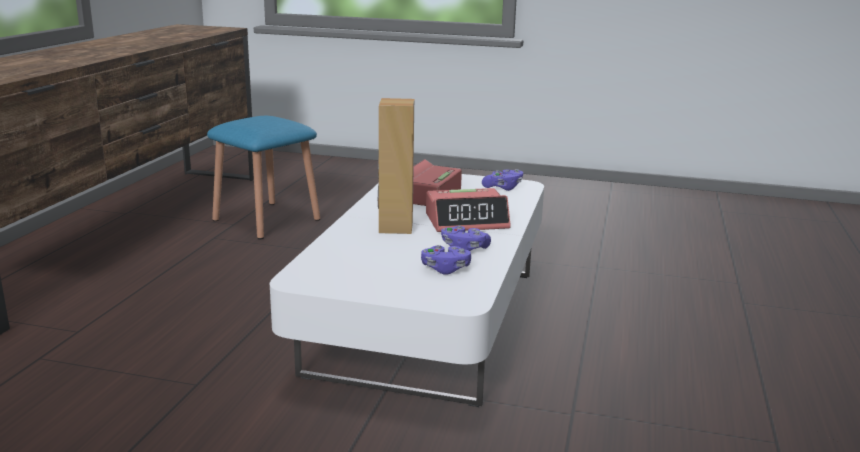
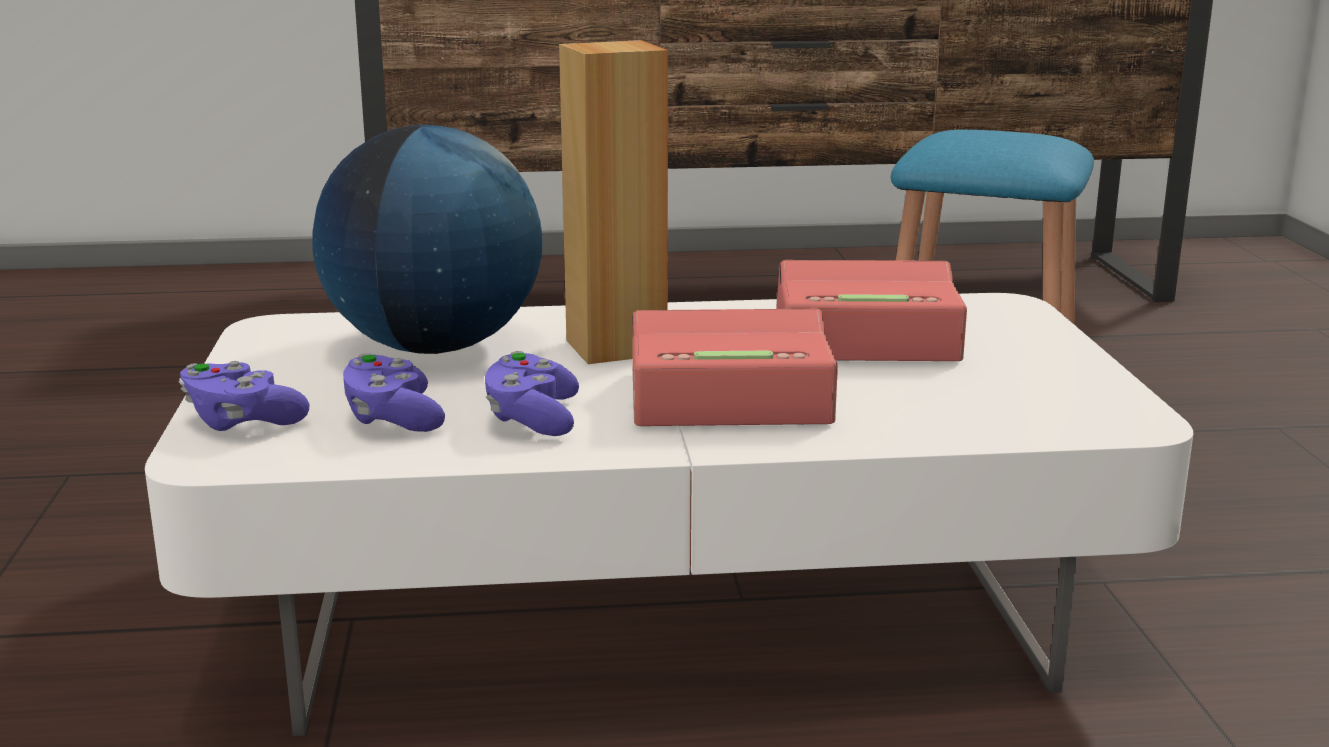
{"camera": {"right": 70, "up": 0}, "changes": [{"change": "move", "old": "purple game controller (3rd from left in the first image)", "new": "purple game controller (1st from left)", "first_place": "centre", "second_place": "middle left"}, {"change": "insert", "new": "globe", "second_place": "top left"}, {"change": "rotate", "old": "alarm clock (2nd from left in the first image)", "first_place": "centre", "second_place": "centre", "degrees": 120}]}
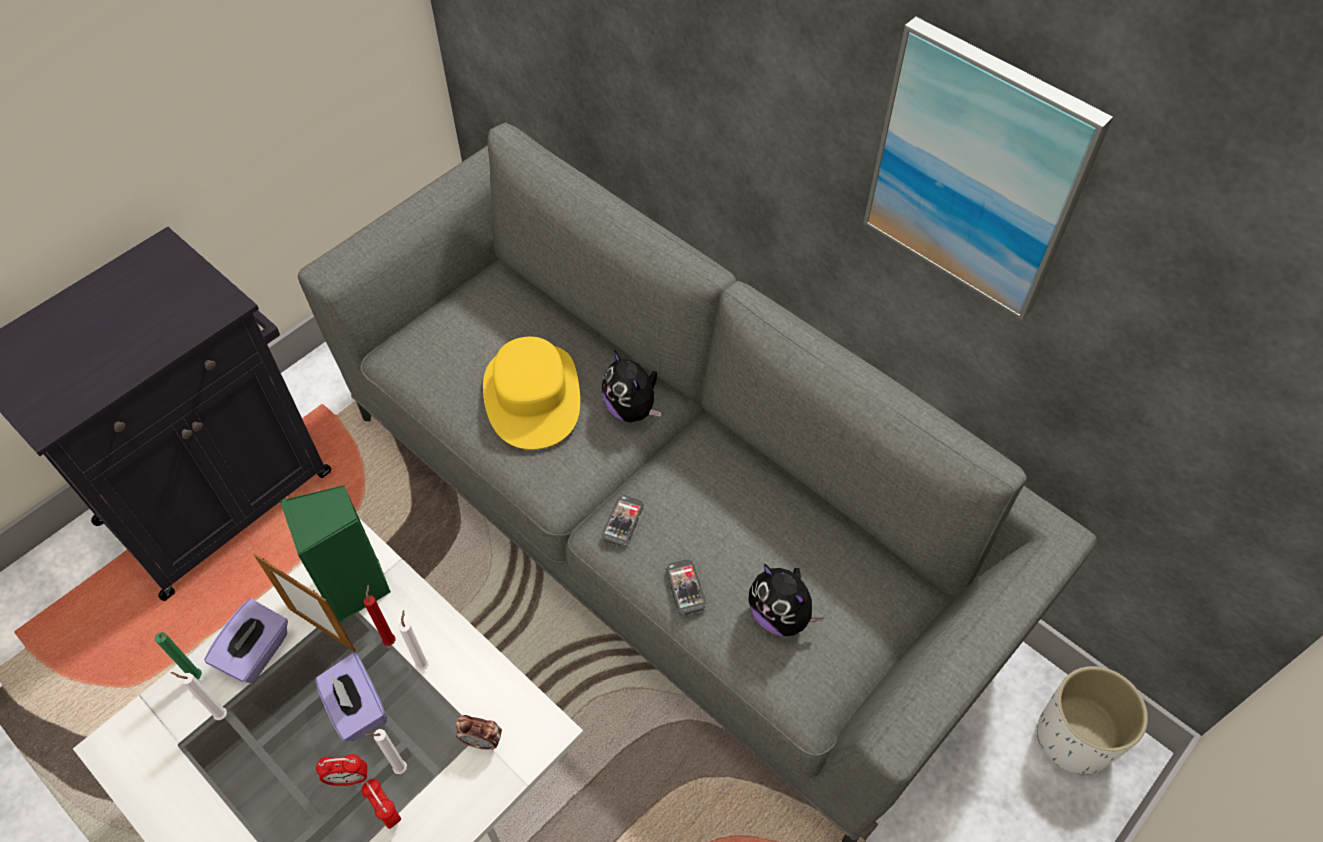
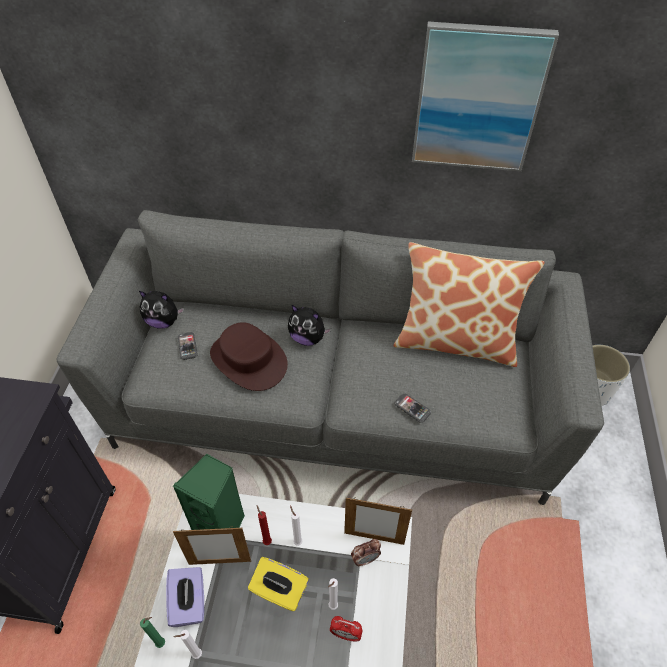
{"camera": {"right": -35, "up": -5}, "changes": [{"change": "move", "old": "plush toy (2nd from left in the first image)", "new": "plush toy (1st from left)", "first_place": "bottom centre", "second_place": "middle left"}, {"change": "move", "old": "phone (1st from left)", "first_place": "centre", "second_place": "middle left"}, {"change": "recolor", "old": "yellow hat", "new": "brown hat", "first_place": "centre", "second_place": "centre"}, {"change": "recolor", "old": "purple tissue box (2nd from left)", "new": "yellow tissue box", "first_place": "bottom left", "second_place": "bottom centre"}, {"change": "insert", "new": "picture frame (2nd from left)", "second_place": "bottom centre"}, {"change": "insert", "new": "pillow", "second_place": "middle right"}, {"change": "delete", "old": "alarm clock (1st from left)", "first_place": "bottom left"}]}
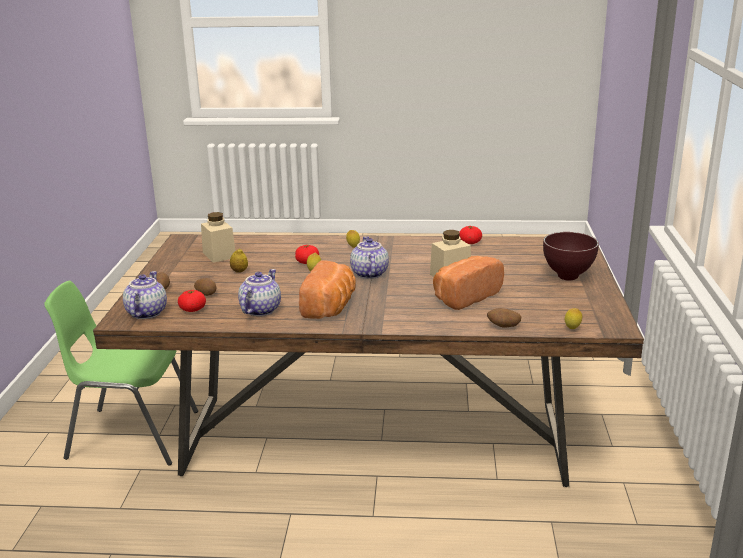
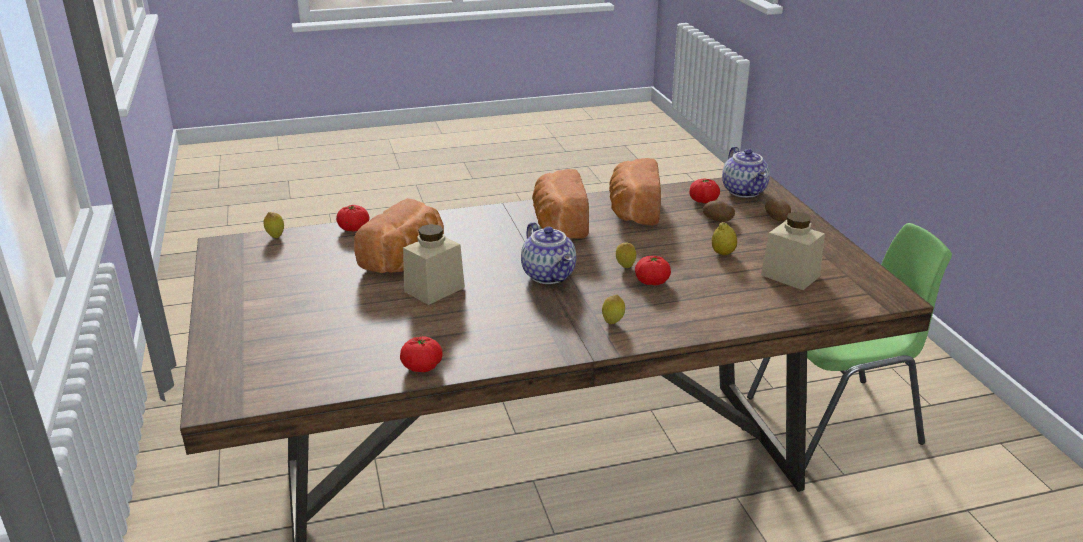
{"camera": {"right": 160, "up": 5}, "changes": [{"change": "replace", "old": "potato (3rd from left)", "new": "tomato (1st from left)", "first_place": "middle right", "second_place": "middle left"}, {"change": "replace", "old": "teapot (2nd from left)", "new": "bread (3rd from left)", "first_place": "centre", "second_place": "centre"}, {"change": "delete", "old": "brown bowl", "first_place": "middle right"}]}
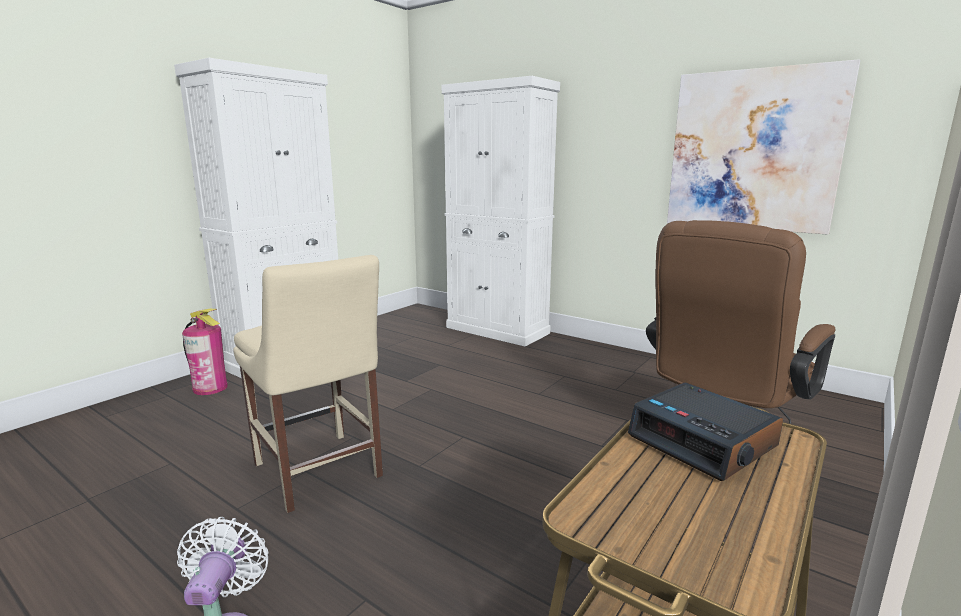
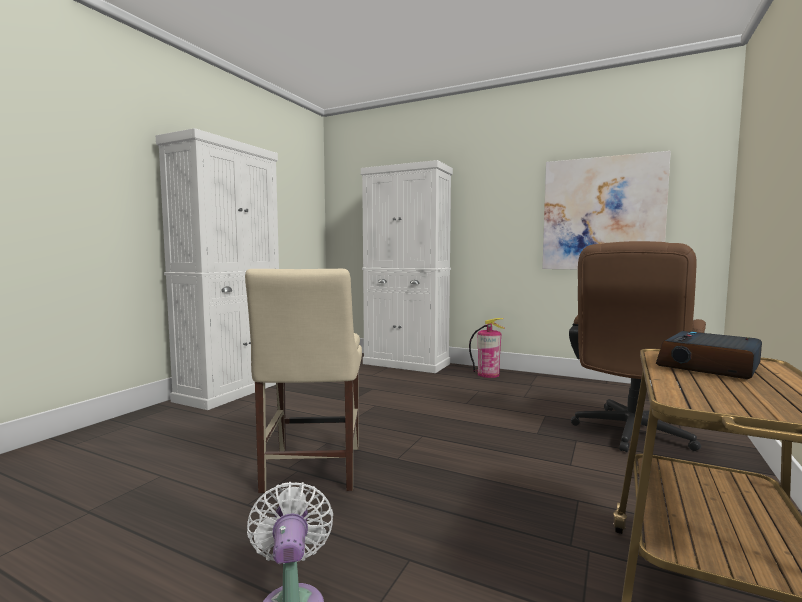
{"camera": {"right": -10, "up": -10}, "changes": [{"change": "rotate", "old": "beige chair", "first_place": "middle left", "second_place": "centre", "degrees": 45}, {"change": "move", "old": "fire extinguisher", "first_place": "middle left", "second_place": "centre"}, {"change": "rotate", "old": "alarm clock", "first_place": "bottom right", "second_place": "middle right", "degrees": 90}]}
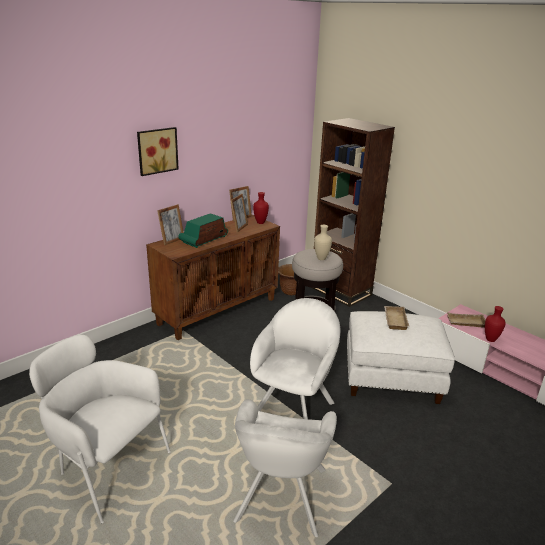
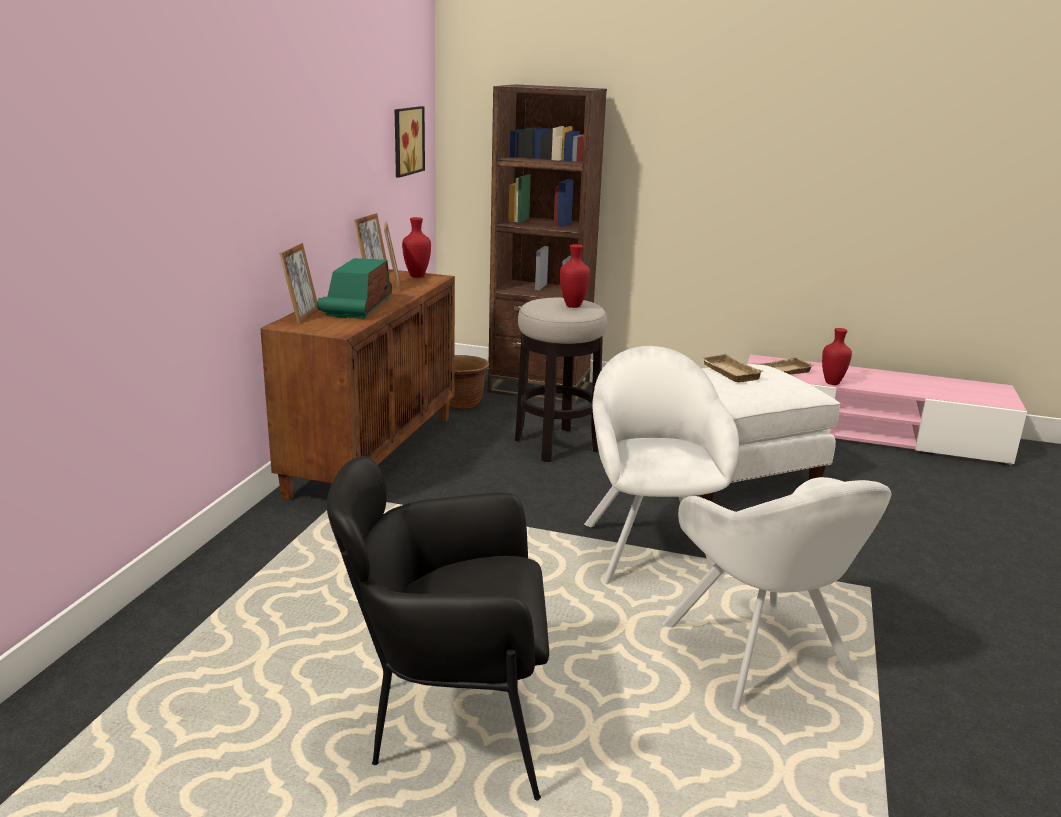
{"camera": {"right": -30, "up": -5}, "changes": [{"change": "recolor", "old": "white armchair (1st from left)", "new": "black armchair", "first_place": "bottom left", "second_place": "bottom centre"}, {"change": "move", "old": "picture", "first_place": "top left", "second_place": "top centre"}, {"change": "recolor", "old": "beige vase", "new": "red vase (2nd from left)", "first_place": "centre", "second_place": "centre"}]}
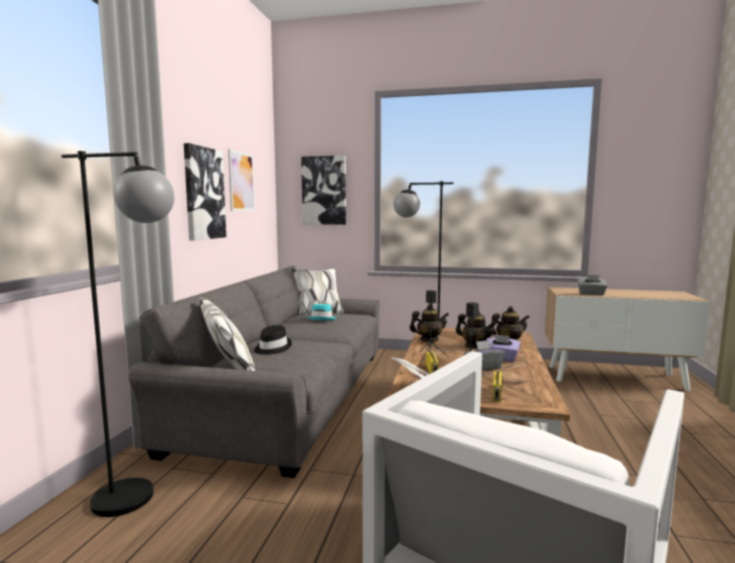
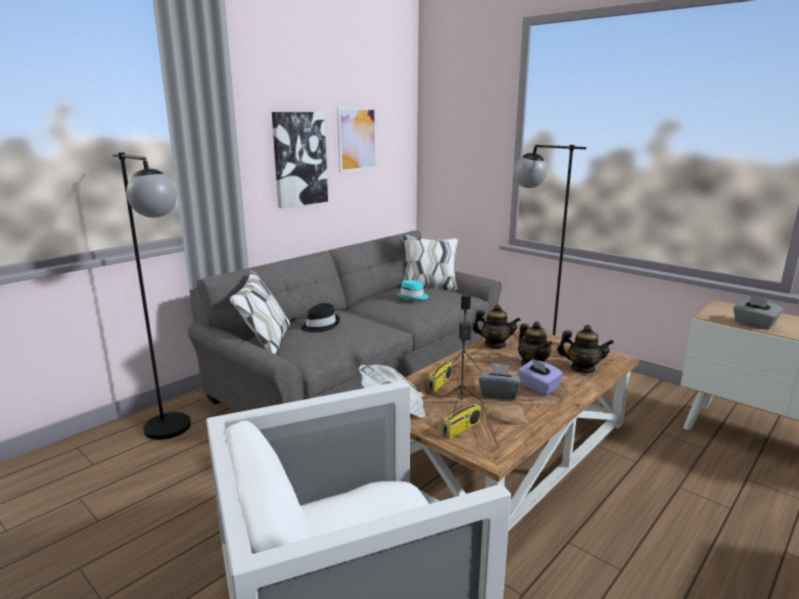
{"camera": {"right": 30, "up": 10}, "changes": [{"change": "delete", "old": "picture (3rd from left)", "first_place": "centre"}]}
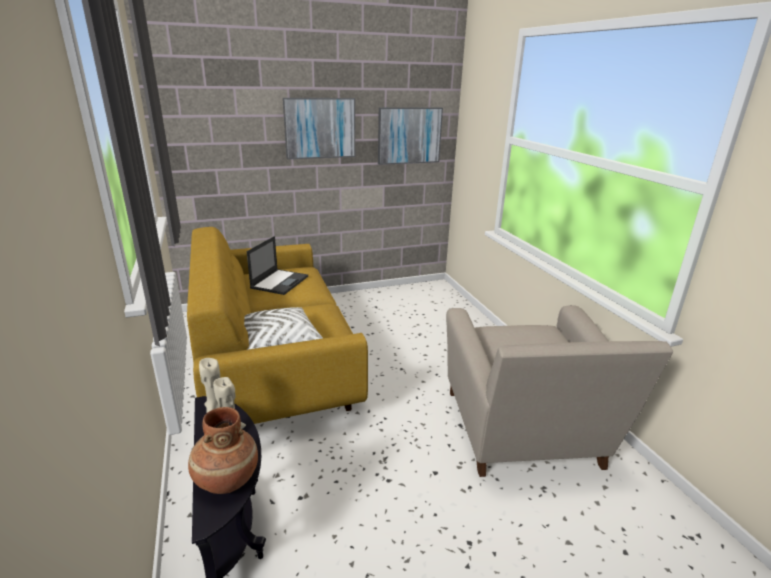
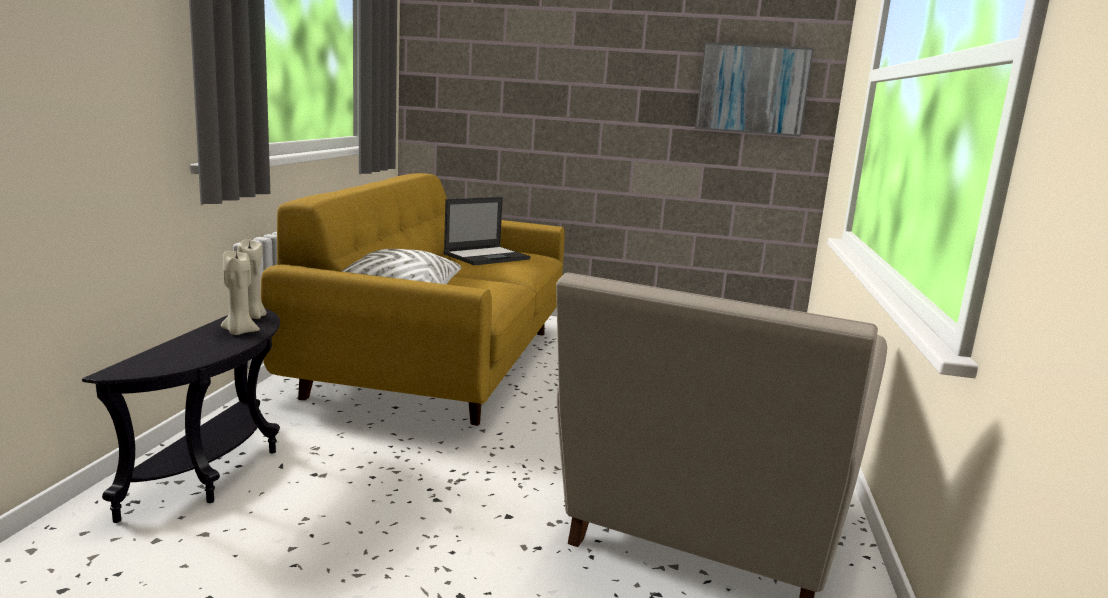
{"camera": {"right": 30, "up": -10}, "changes": [{"change": "delete", "old": "brown vase", "first_place": "bottom left"}, {"change": "delete", "old": "picture (1st from left)", "first_place": "top centre"}]}
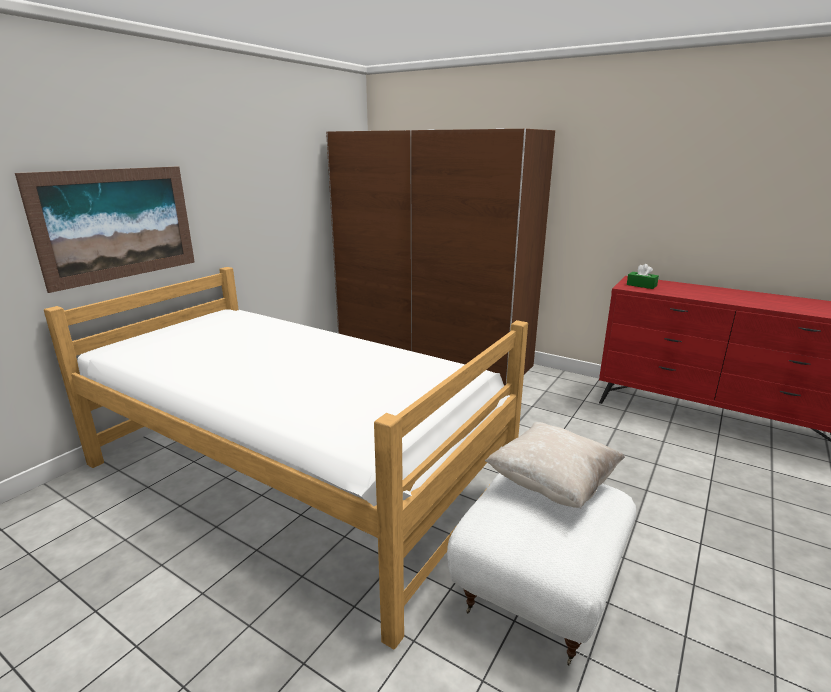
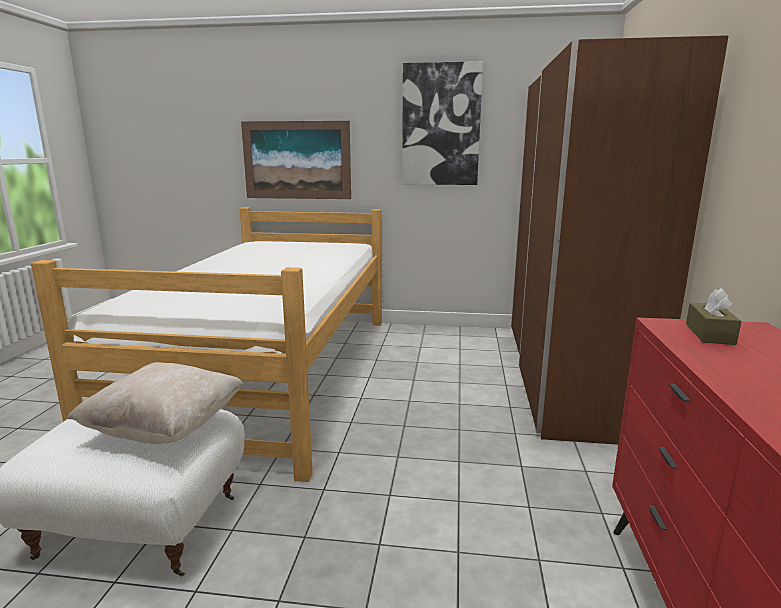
{"camera": {"right": 65, "up": -5}, "changes": [{"change": "insert", "new": "picture (2nd from left)", "second_place": "top centre"}, {"change": "recolor", "old": "green tissue box", "new": "brown tissue box", "first_place": "middle right", "second_place": "middle right"}]}
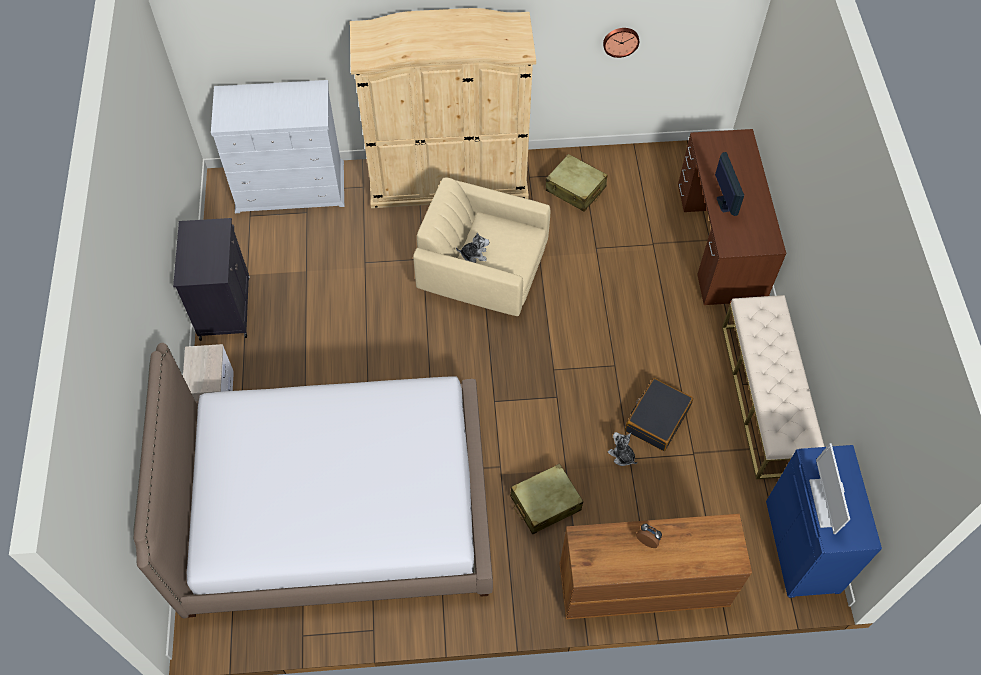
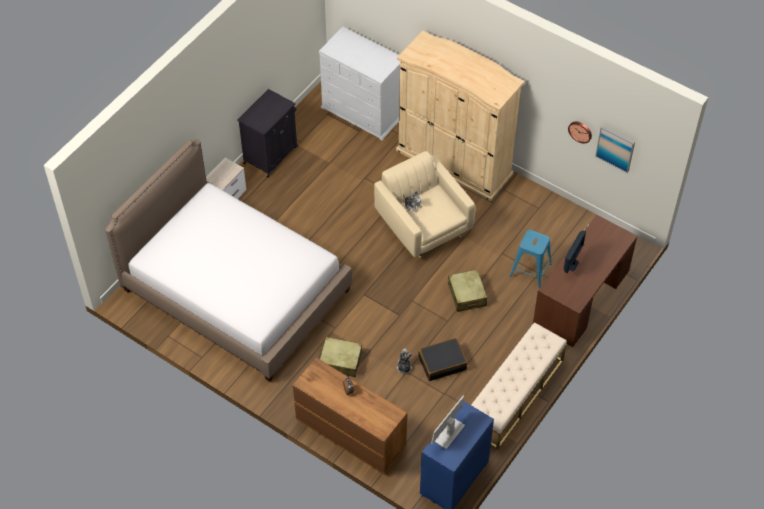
{"camera": {"right": 40, "up": -5}, "changes": [{"change": "move", "old": "beige suitcase (2nd from left)", "first_place": "top centre", "second_place": "centre"}, {"change": "insert", "new": "blue stool", "second_place": "middle right"}, {"change": "insert", "new": "picture", "second_place": "top right"}]}
